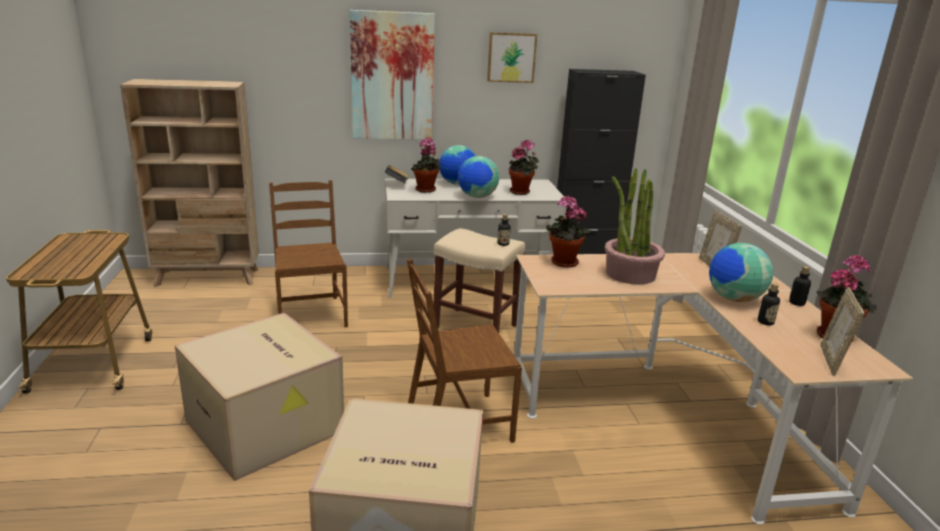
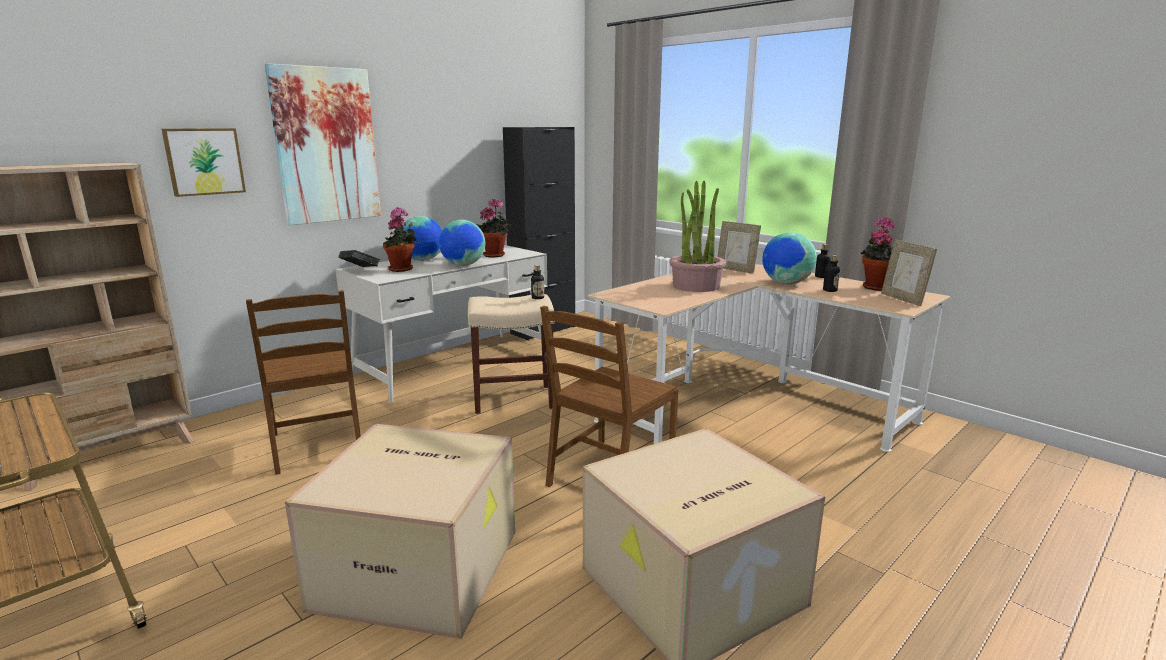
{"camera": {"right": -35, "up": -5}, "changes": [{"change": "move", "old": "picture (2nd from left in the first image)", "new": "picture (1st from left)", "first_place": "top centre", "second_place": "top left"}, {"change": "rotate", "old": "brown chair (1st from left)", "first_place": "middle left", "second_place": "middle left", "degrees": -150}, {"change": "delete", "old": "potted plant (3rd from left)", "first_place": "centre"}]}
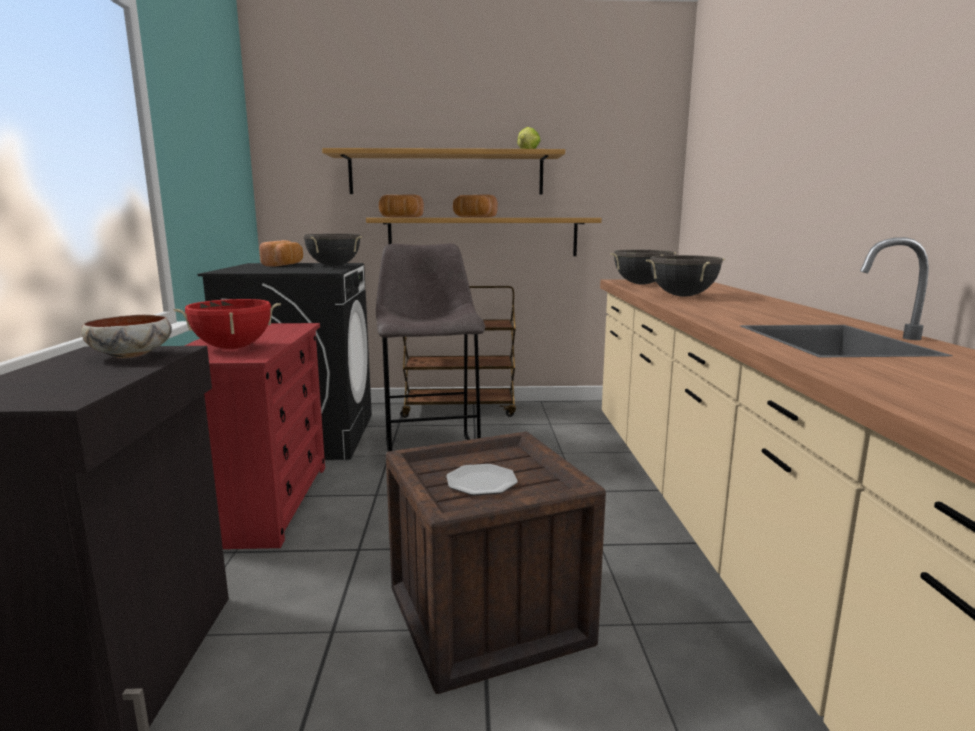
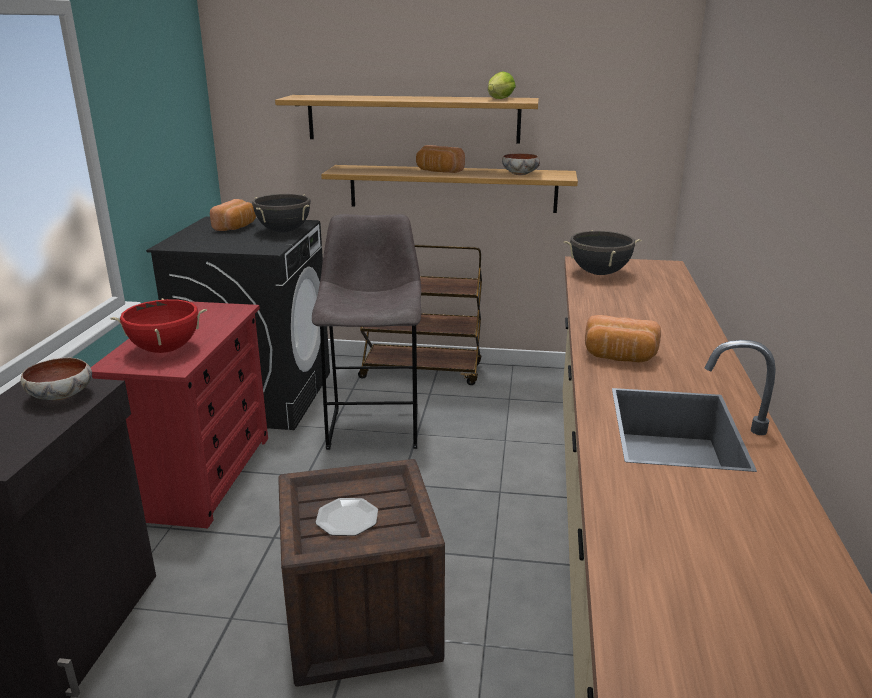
{"camera": {"right": 10, "up": 10}, "changes": [{"change": "insert", "new": "bowl (2nd from left)", "second_place": "top centre"}, {"change": "move", "old": "bread (2nd from left in the first image)", "new": "bread (3rd from left)", "first_place": "top centre", "second_place": "middle right"}, {"change": "delete", "old": "black cooking pot (3rd from left)", "first_place": "middle right"}]}
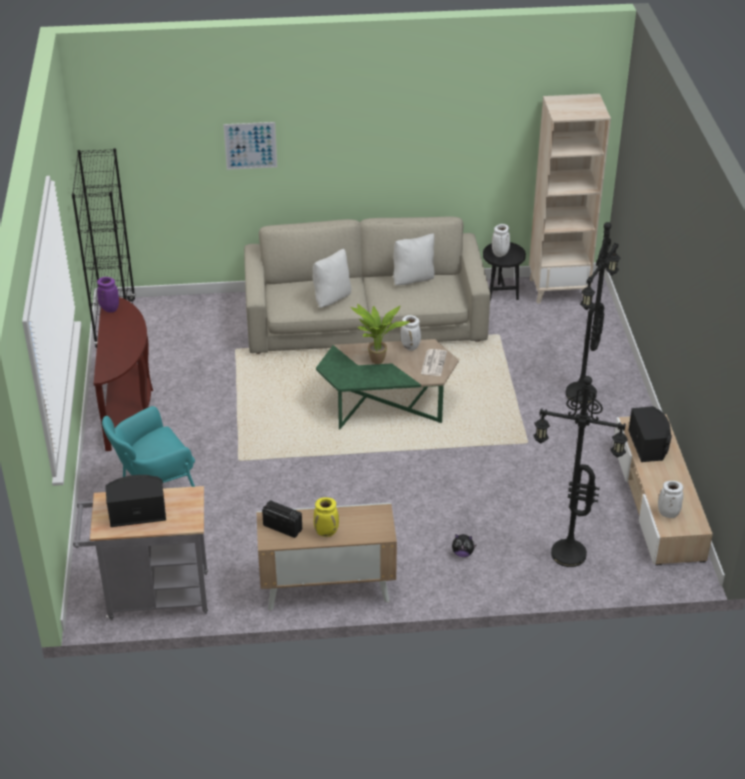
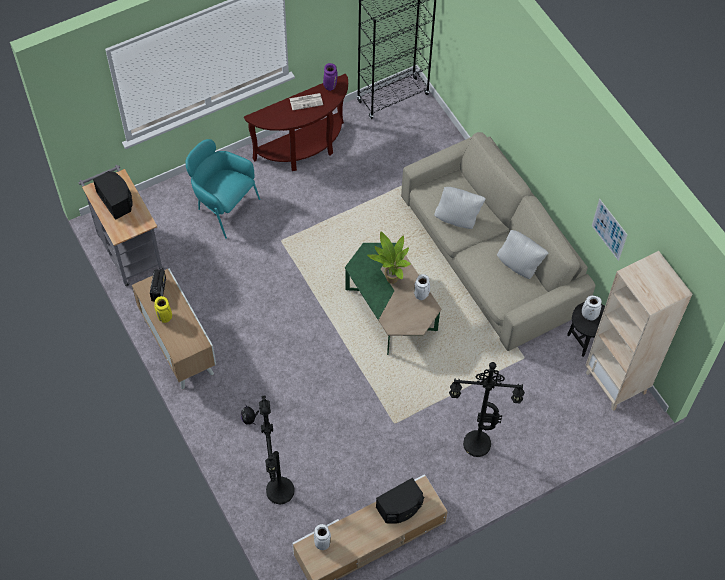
{"camera": {"right": 65, "up": 20}, "changes": [{"change": "move", "old": "newspaper", "first_place": "centre", "second_place": "top centre"}, {"change": "move", "old": "picture", "first_place": "top centre", "second_place": "middle right"}]}
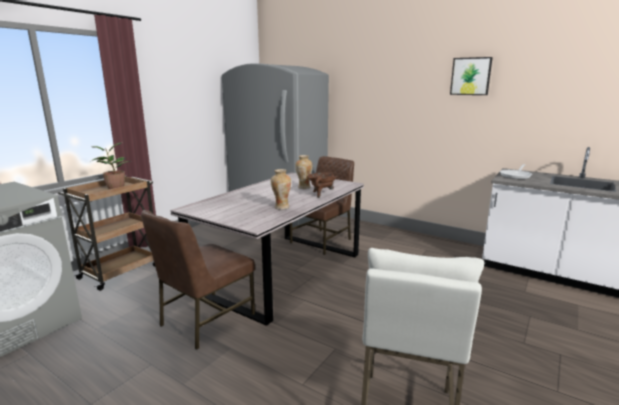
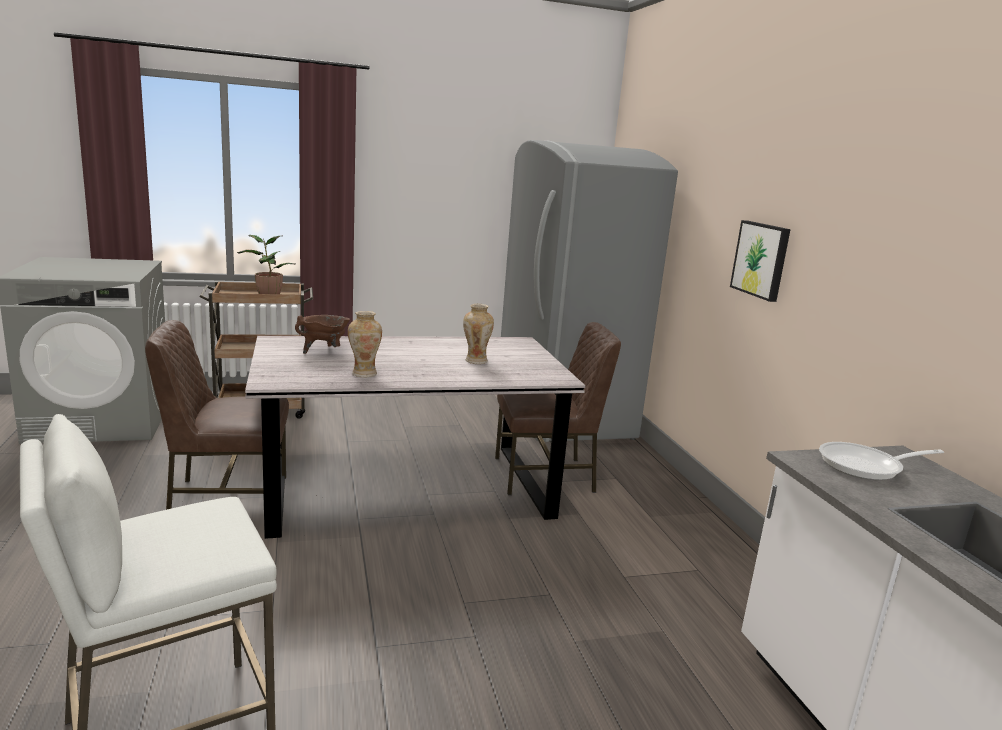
{"camera": {"right": 40, "up": 0}, "changes": [{"change": "move", "old": "brown cooking pot", "first_place": "centre", "second_place": "middle left"}, {"change": "move", "old": "picture", "first_place": "top right", "second_place": "middle right"}]}
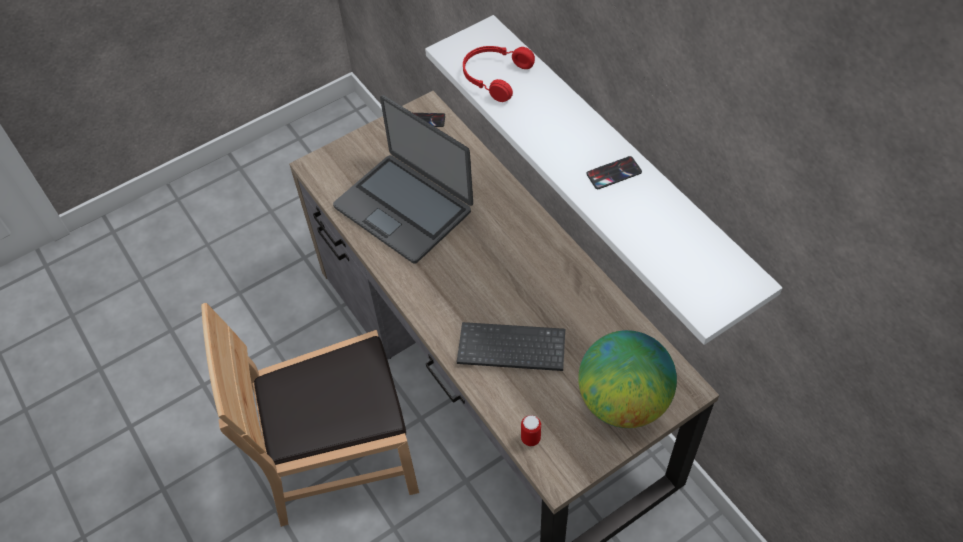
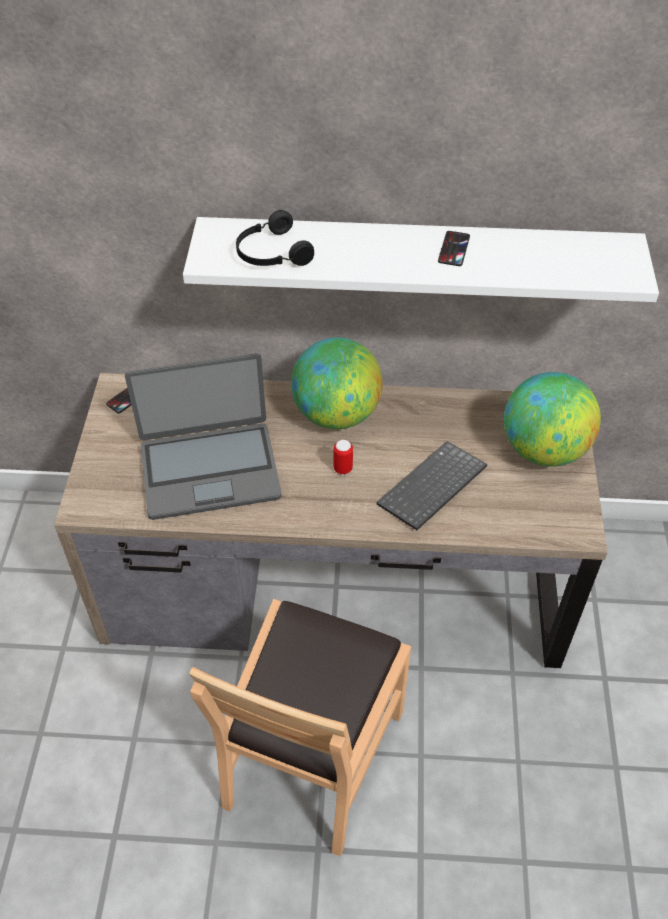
{"camera": {"right": -55, "up": -5}, "changes": [{"change": "recolor", "old": "red headphones", "new": "black headphones", "first_place": "top centre", "second_place": "top centre"}, {"change": "insert", "new": "globe (1st from left)", "second_place": "centre"}, {"change": "move", "old": "can", "first_place": "bottom centre", "second_place": "centre"}]}
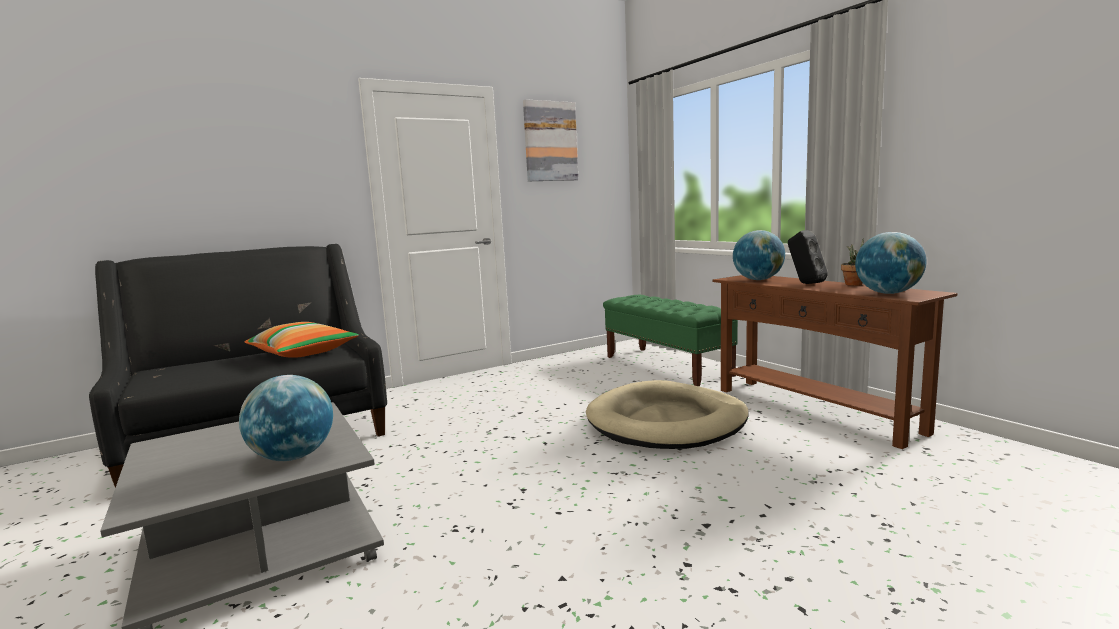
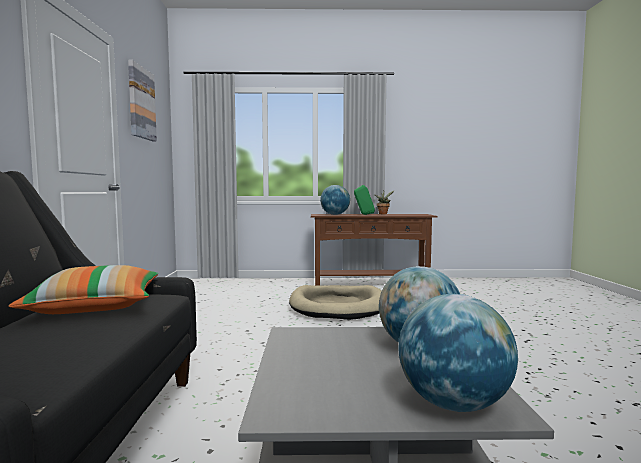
{"camera": {"right": -60, "up": -5}, "changes": [{"change": "recolor", "old": "black speaker", "new": "green speaker", "first_place": "middle right", "second_place": "centre"}, {"change": "move", "old": "globe (3rd from left)", "first_place": "middle right", "second_place": "bottom right"}, {"change": "delete", "old": "green bench", "first_place": "centre"}]}
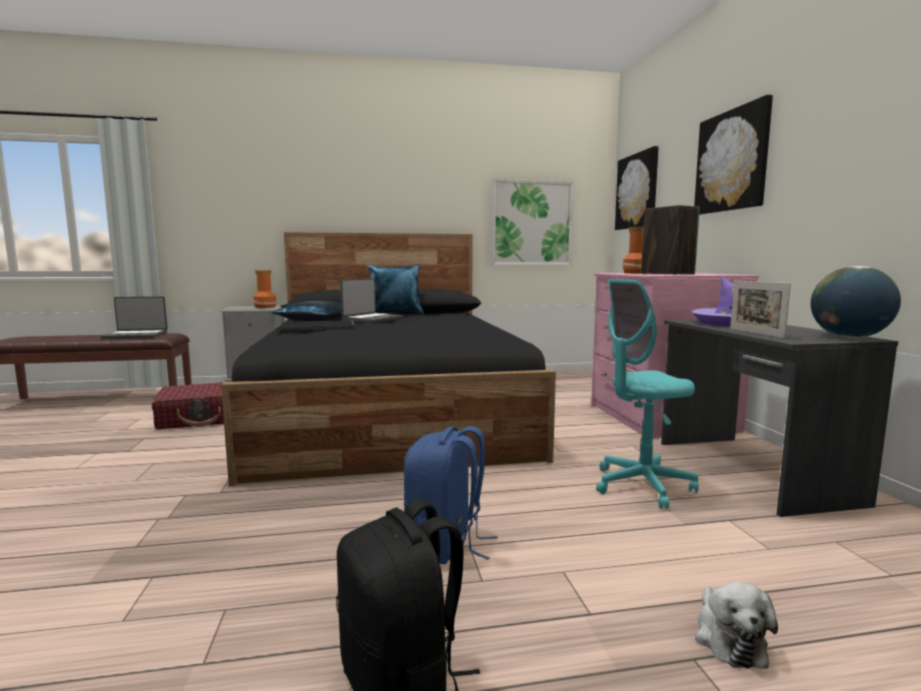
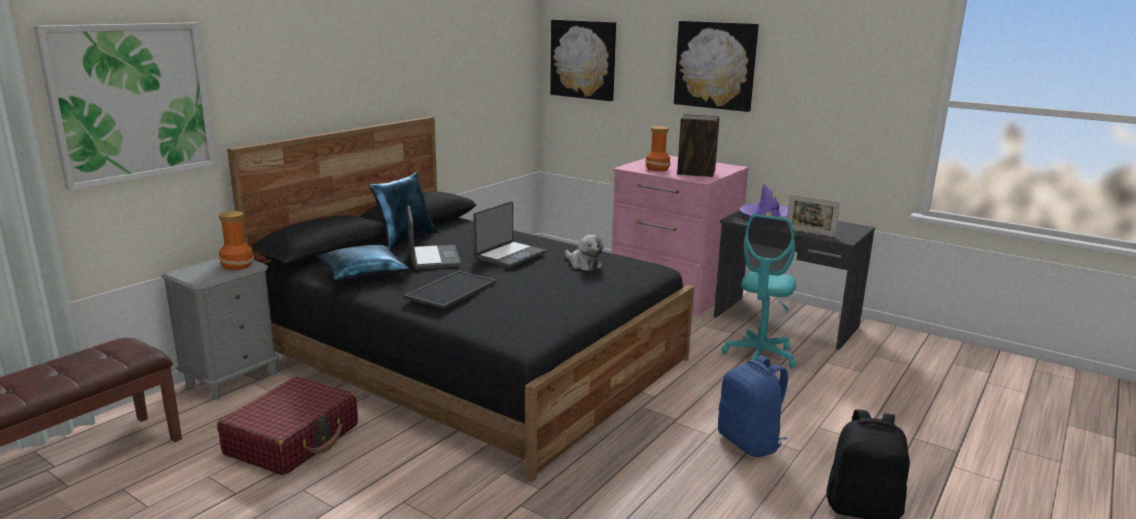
{"camera": {"right": -45, "up": 10}, "changes": [{"change": "move", "old": "picture (1st from left)", "first_place": "top centre", "second_place": "top left"}, {"change": "move", "old": "laptop (1st from left in the first image)", "new": "laptop (2nd from left)", "first_place": "middle left", "second_place": "centre"}, {"change": "move", "old": "plush toy", "first_place": "bottom right", "second_place": "centre"}, {"change": "delete", "old": "globe", "first_place": "middle right"}]}
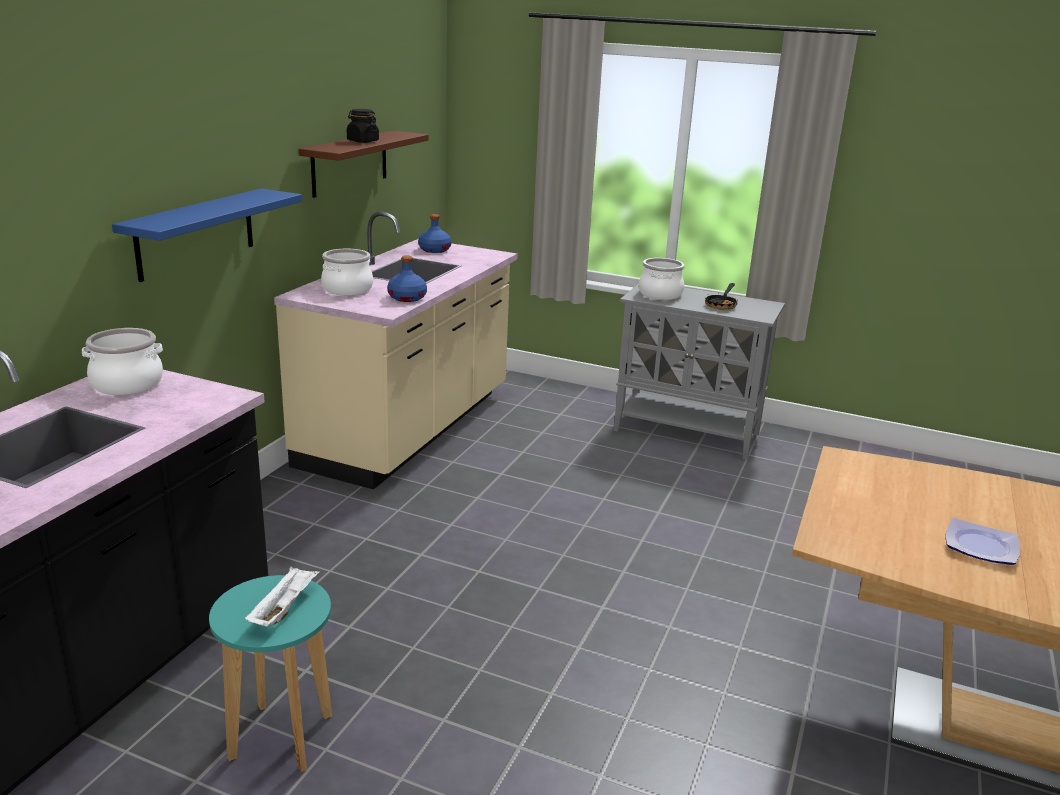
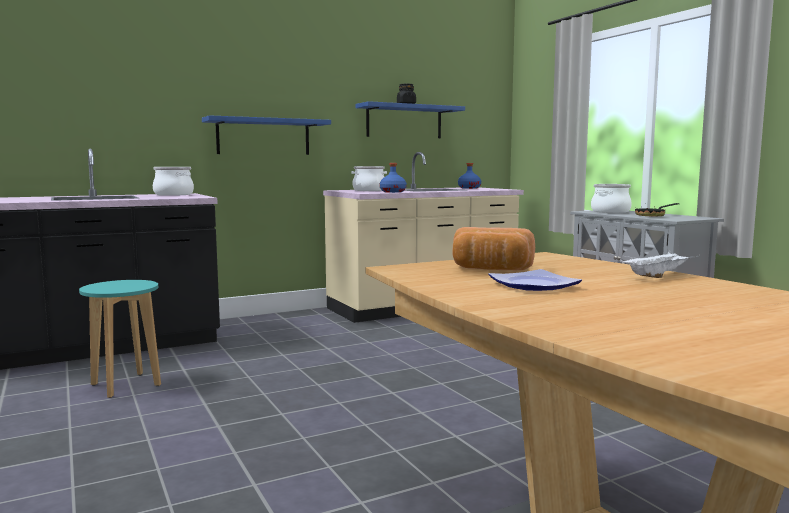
{"camera": {"right": 40, "up": -15}, "changes": [{"change": "recolor", "old": "brown shelf", "new": "blue shelf (2nd from left)", "first_place": "top centre", "second_place": "top centre"}, {"change": "insert", "new": "bread", "second_place": "centre"}, {"change": "move", "old": "white tray", "first_place": "bottom left", "second_place": "middle right"}]}
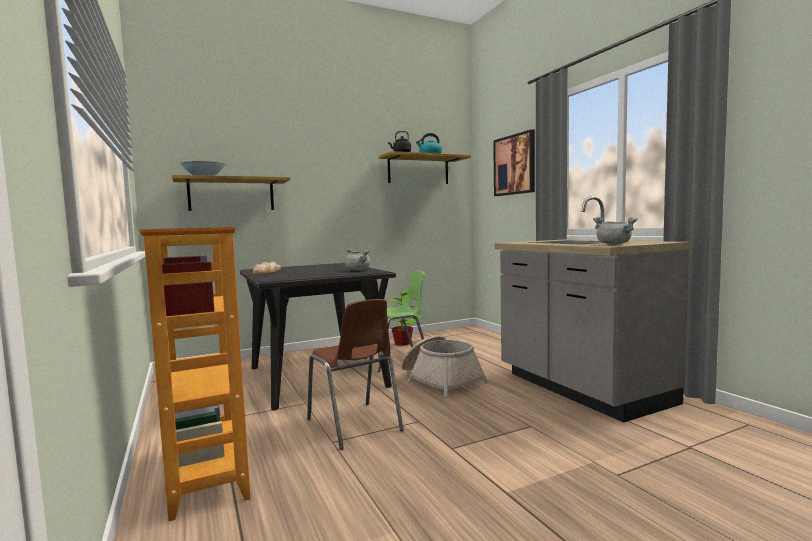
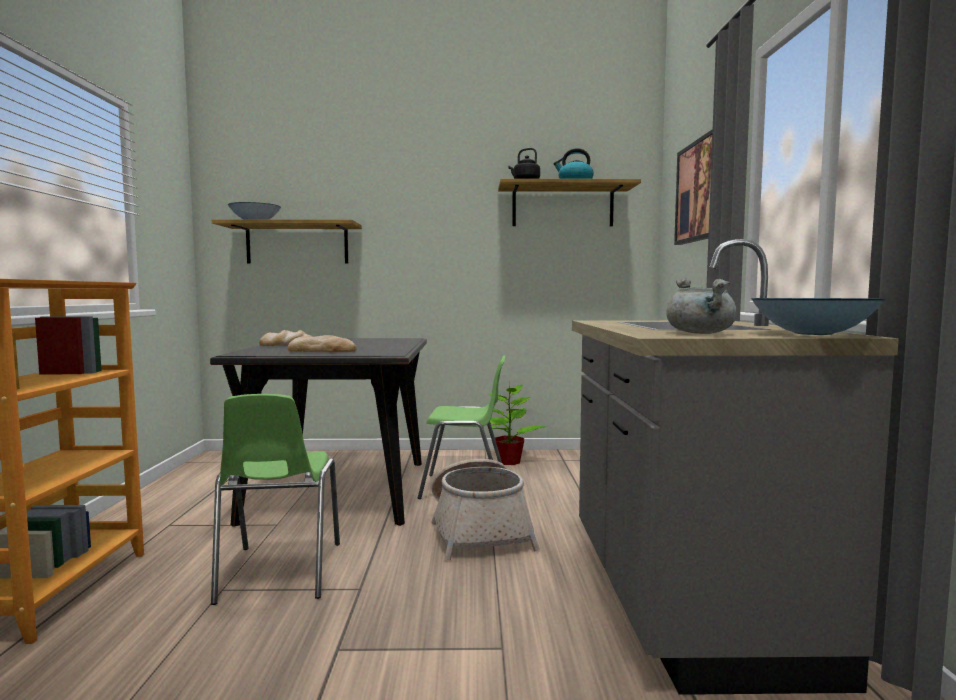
{"camera": {"right": 25, "up": 0}, "changes": [{"change": "recolor", "old": "brown chair", "new": "green chair (1st from left)", "first_place": "bottom centre", "second_place": "bottom left"}, {"change": "insert", "new": "bread (2nd from left)", "second_place": "centre"}, {"change": "insert", "new": "bowl (2nd from left)", "second_place": "middle right"}, {"change": "delete", "old": "grey cooking pot (1st from left)", "first_place": "centre"}]}
